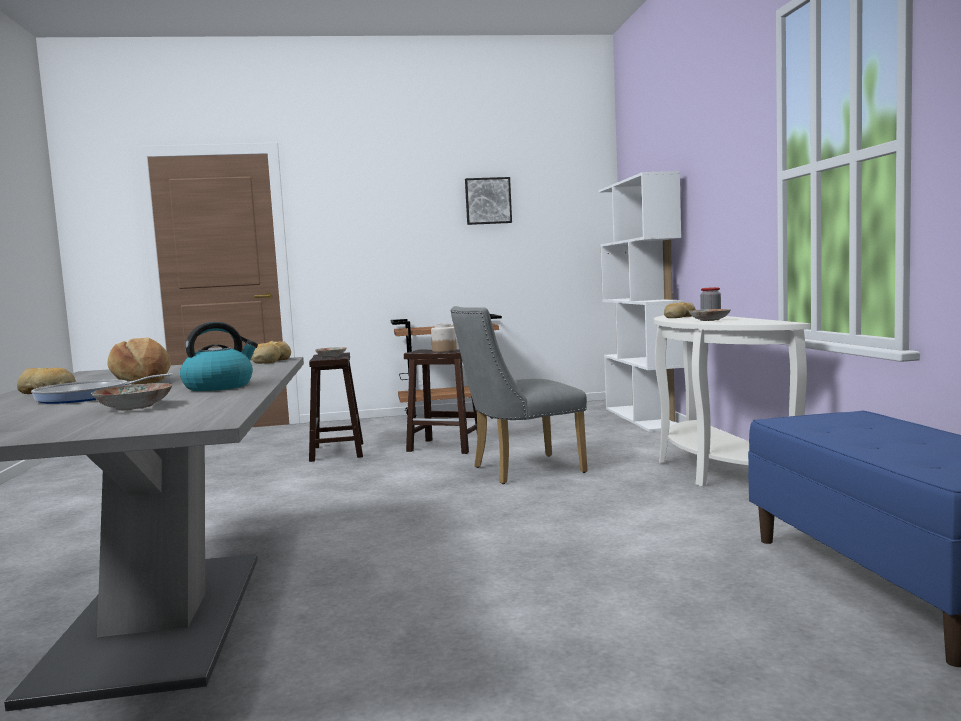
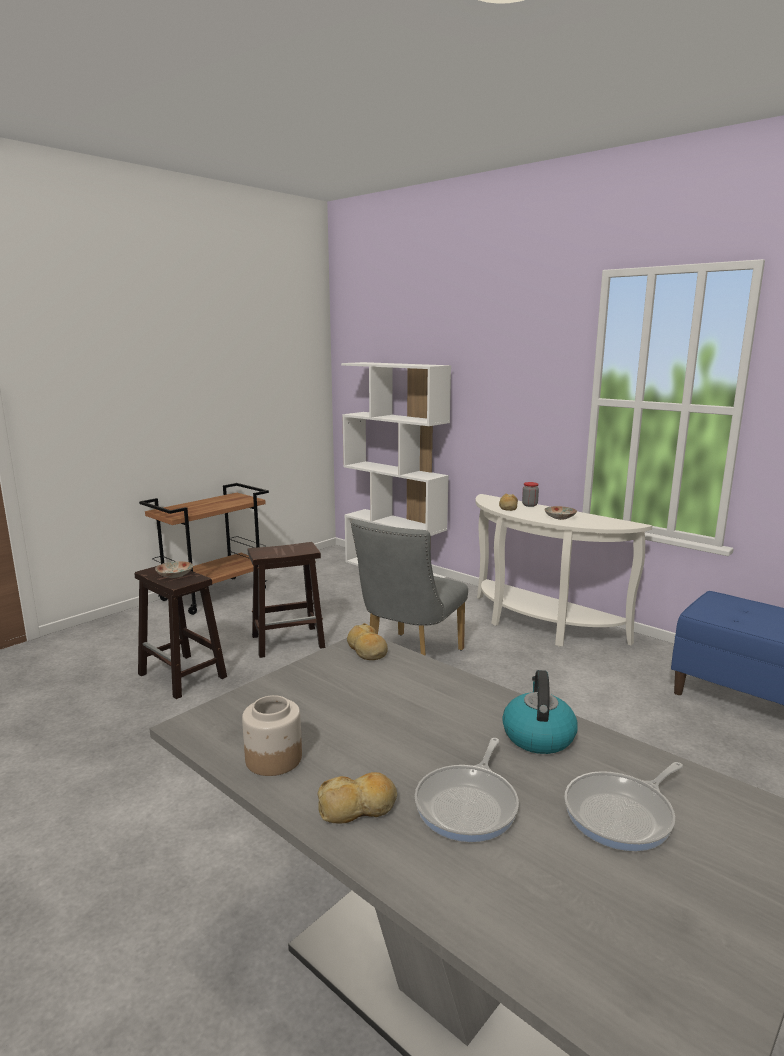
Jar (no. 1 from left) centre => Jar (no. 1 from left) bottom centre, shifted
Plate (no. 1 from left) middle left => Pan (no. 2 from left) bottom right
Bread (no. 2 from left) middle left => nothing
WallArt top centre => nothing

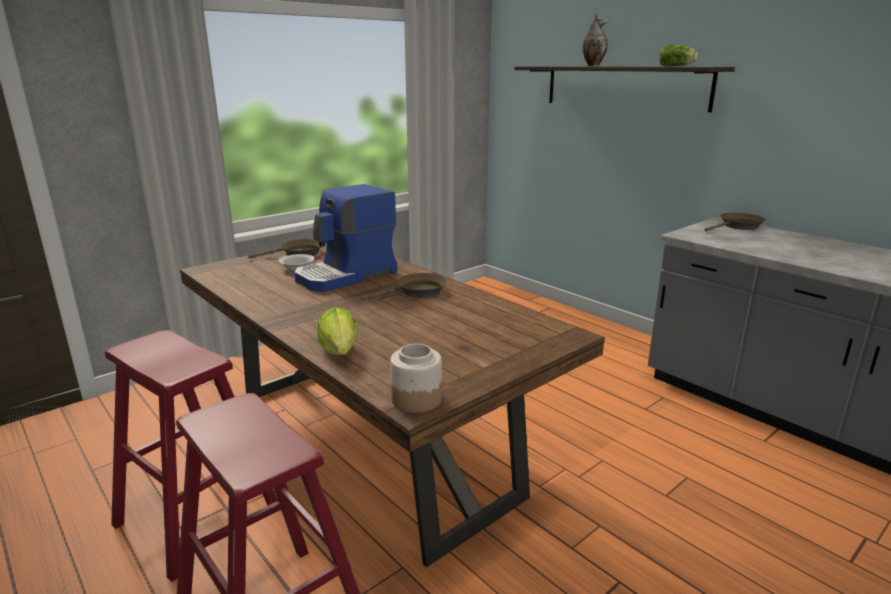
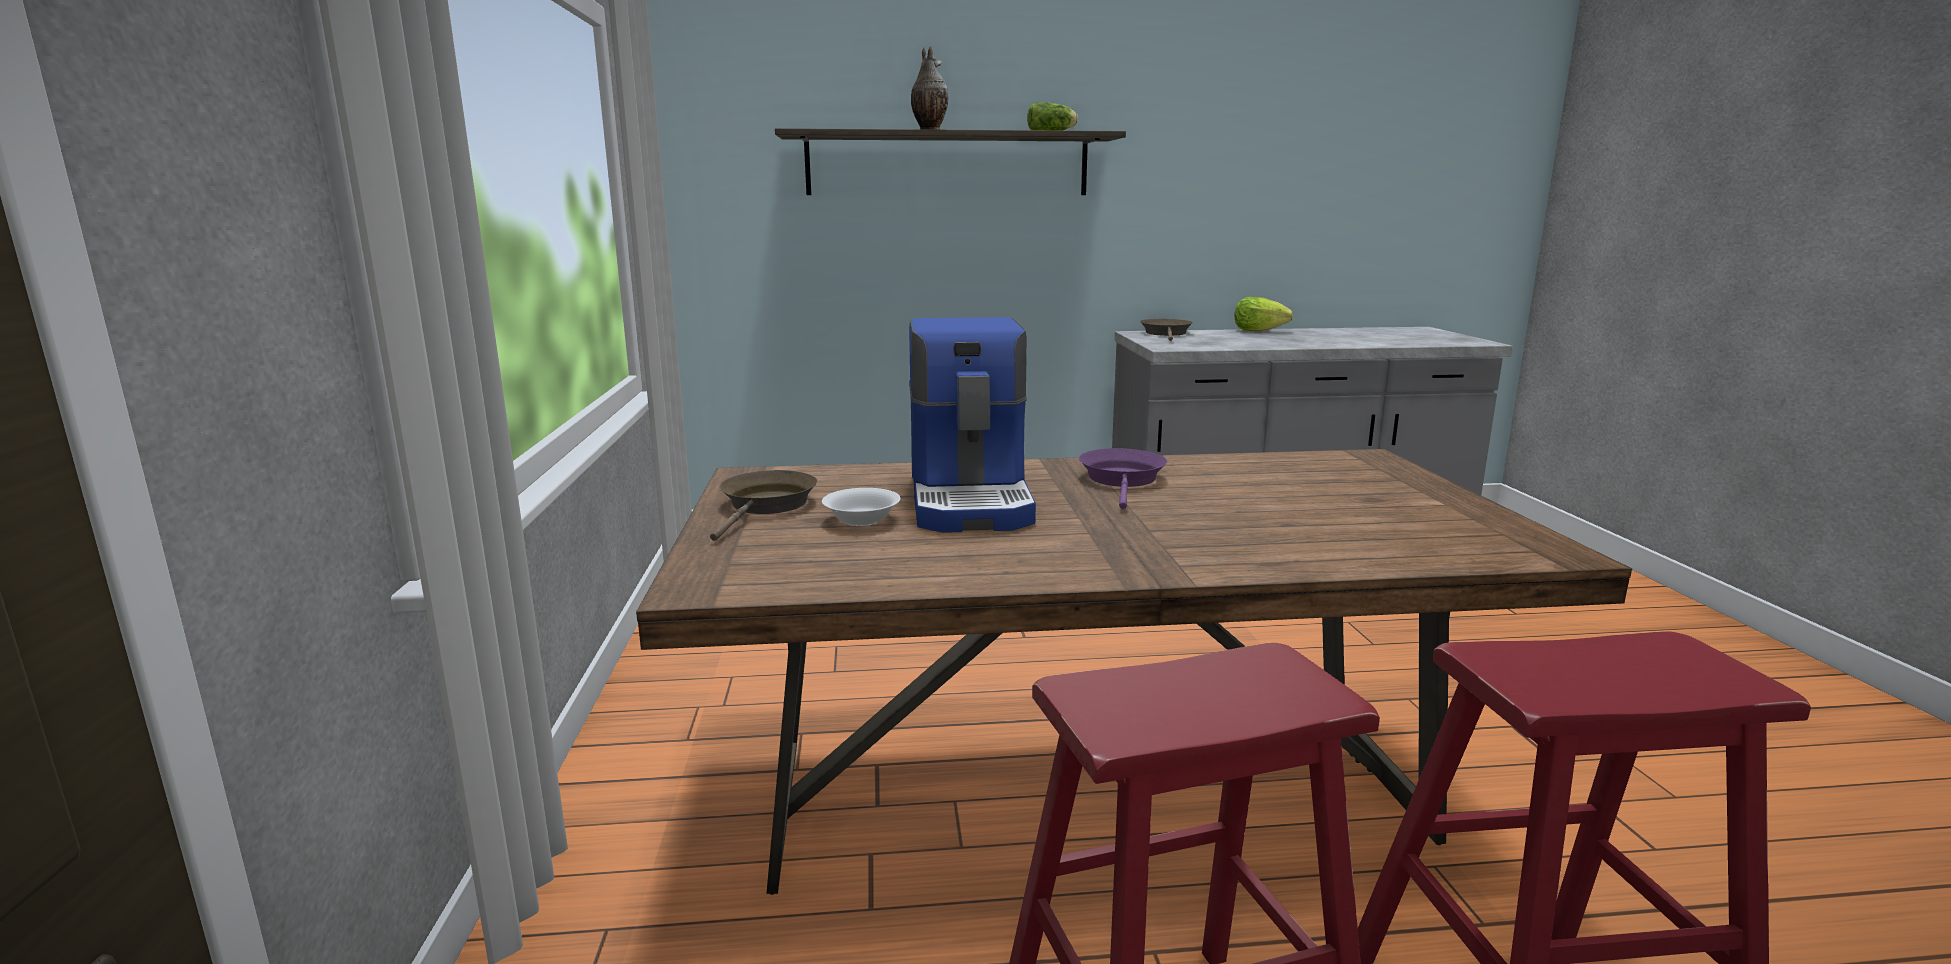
BrownishPan (no. 2 from left) centre => PurpleColouredPan centre
Lettuce (no. 1 from left in the first image) centre => Lettuce (no. 2 from left) top centre, shifted
Jar centre => nothing

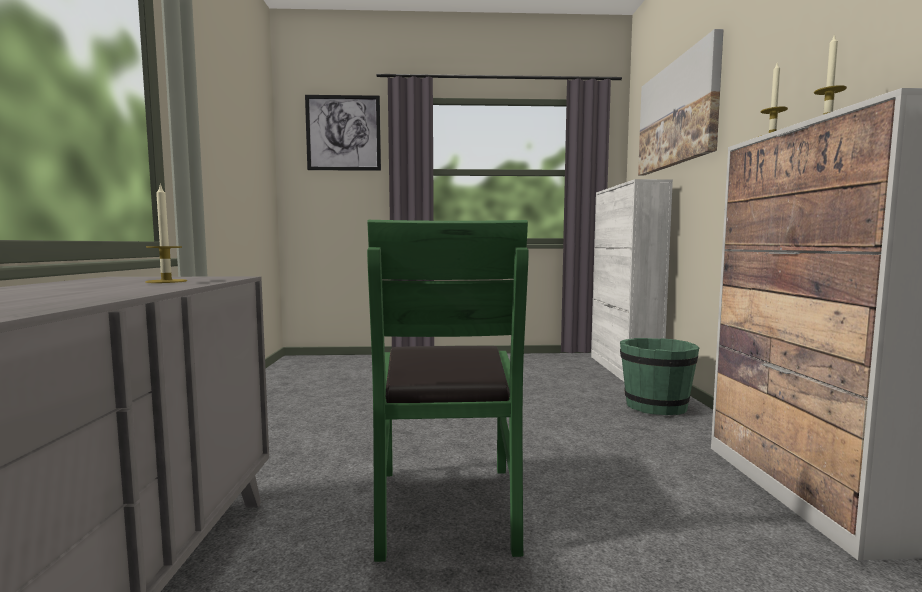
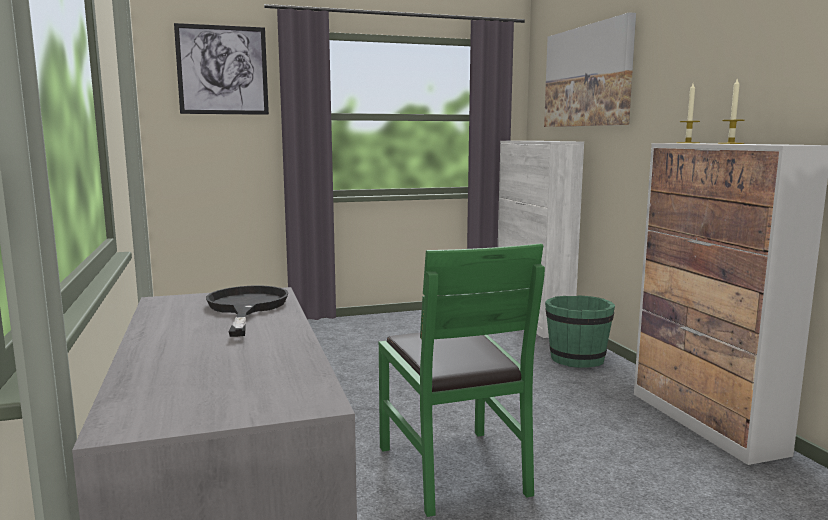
Candle (no. 1 from left) middle left => BlackishPan middle left

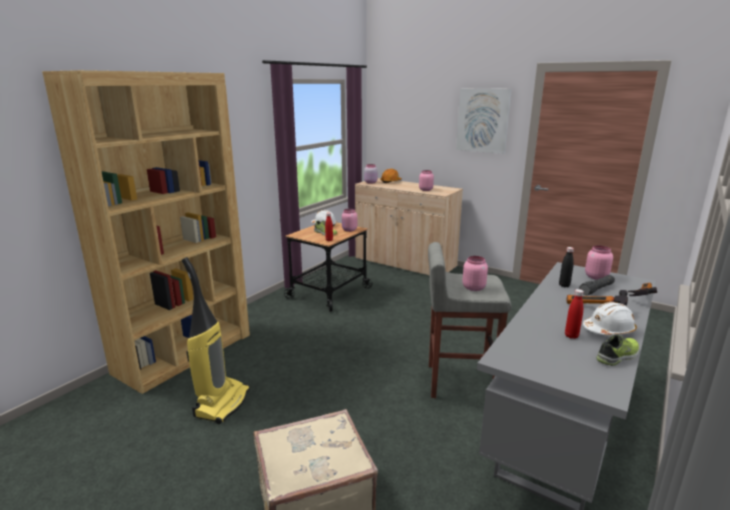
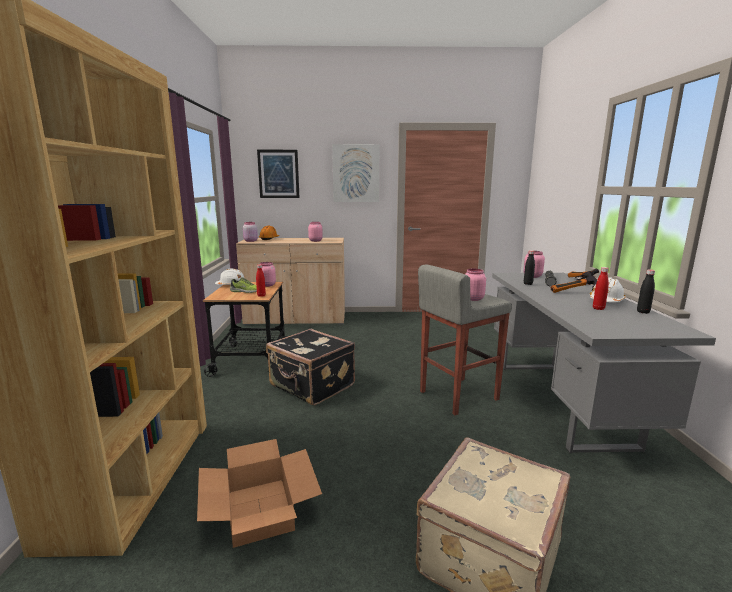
VacuumCleaner bottom left => Carton bottom centre
nothing => WallArt (no. 1 from left) top centre
nothing => BlackishSuitcase centre
Shoe (no. 2 from left) bottom right => BlackishBeverageBottle (no. 2 from left) middle right

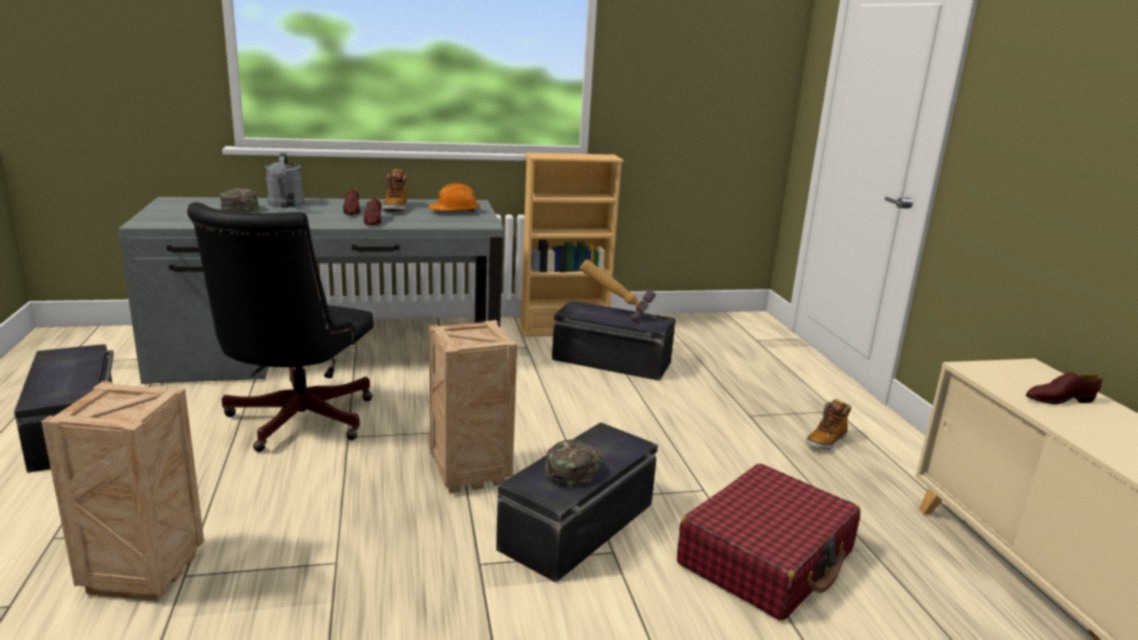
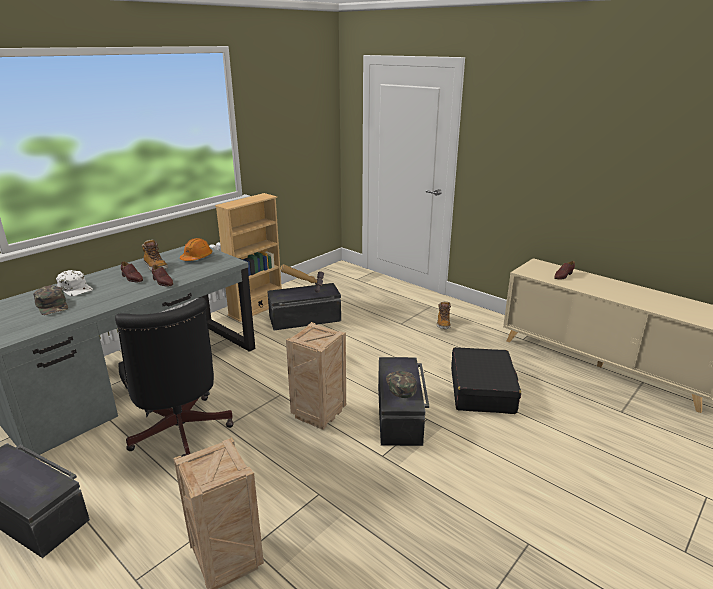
GrayWateringCan top left => WhiteColouredPeakedCap middle left
ReddishSuitcase bottom right => BlackishSuitcase middle right

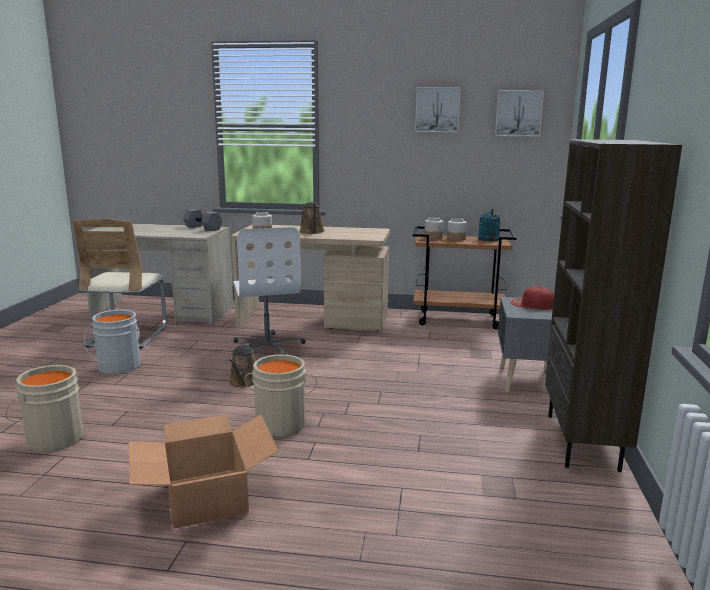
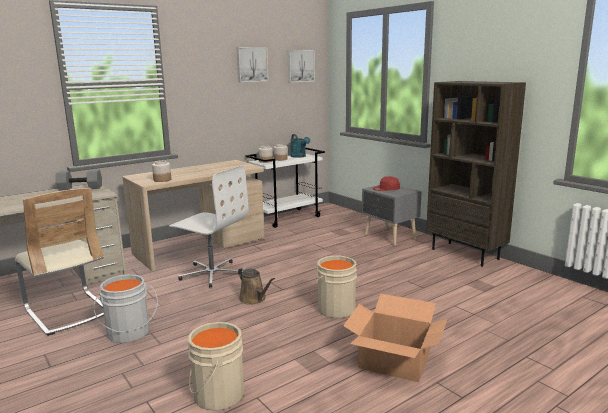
BrownishTrolley centre => WhiteColouredTrolley centre
BrownishWateringCan (no. 2 from left) centre => nothing

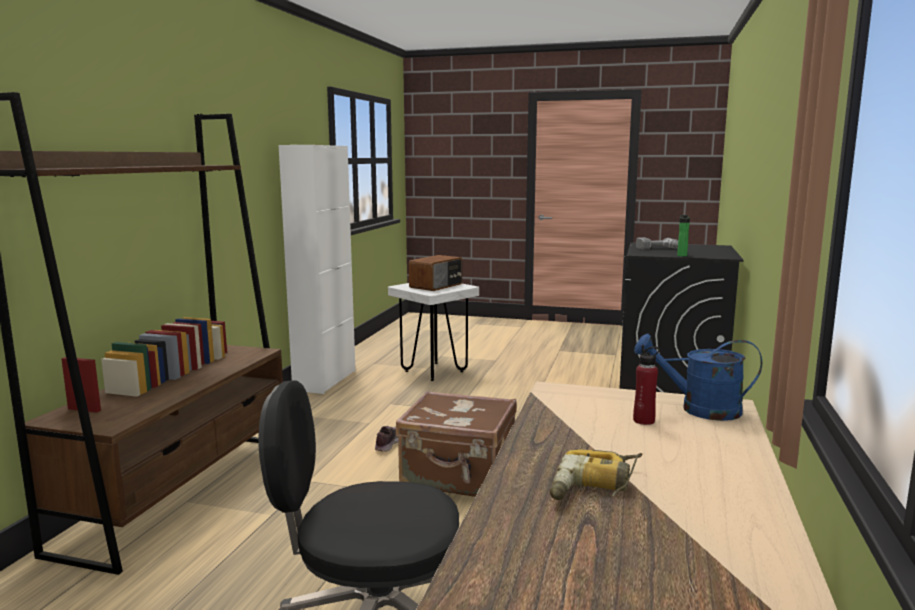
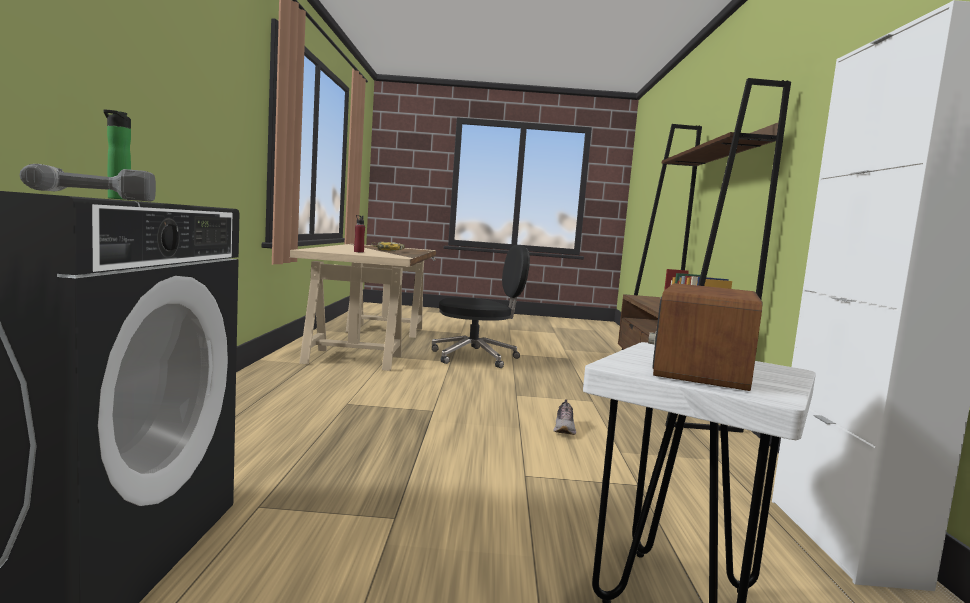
BrownishSuitcase bottom centre => nothing
BlueColouredWateringCan middle right => nothing

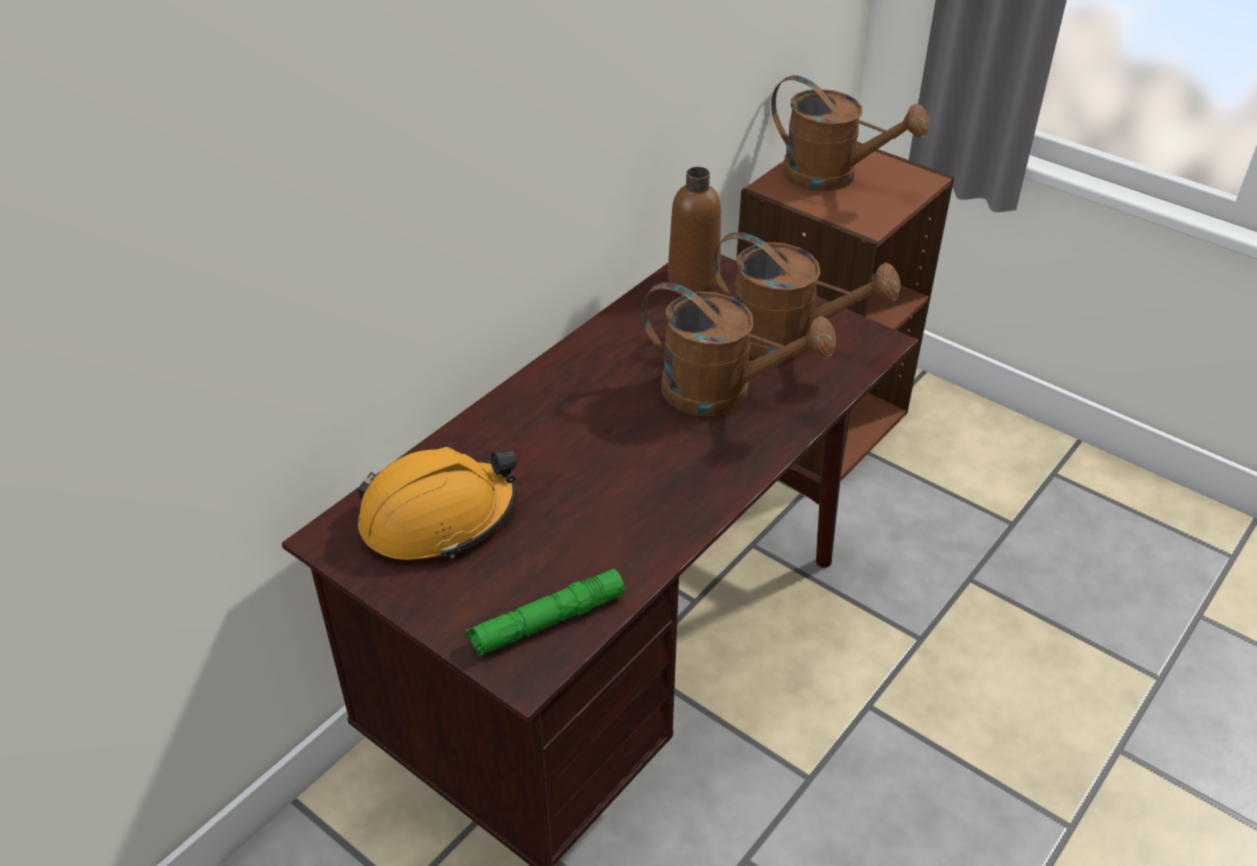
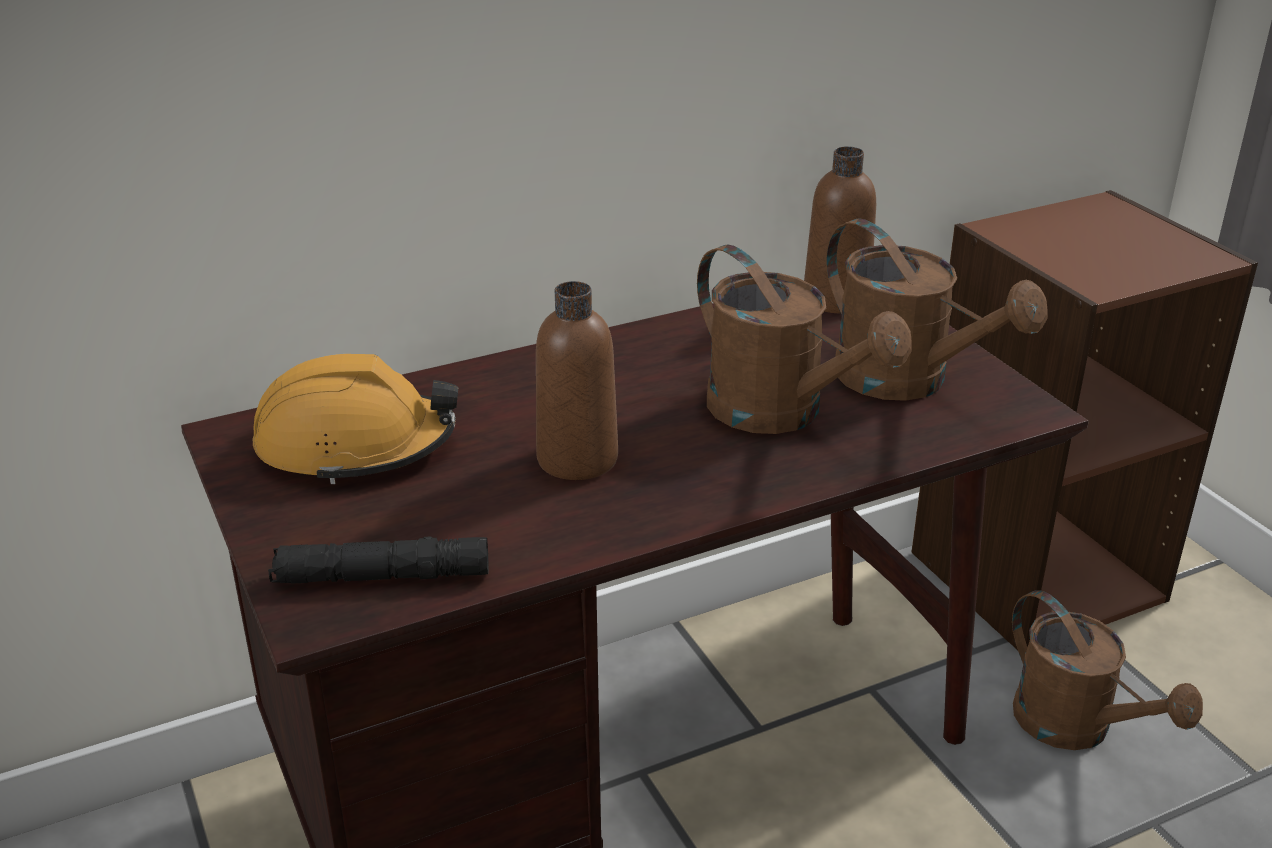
GreenColouredTorch bottom centre => BlackishTorch middle left
nothing => BrownishBeverageBottle (no. 1 from left) centre
BrownishWateringCan (no. 3 from left) top right => BrownishWateringCan (no. 3 from left) bottom right, shifted

